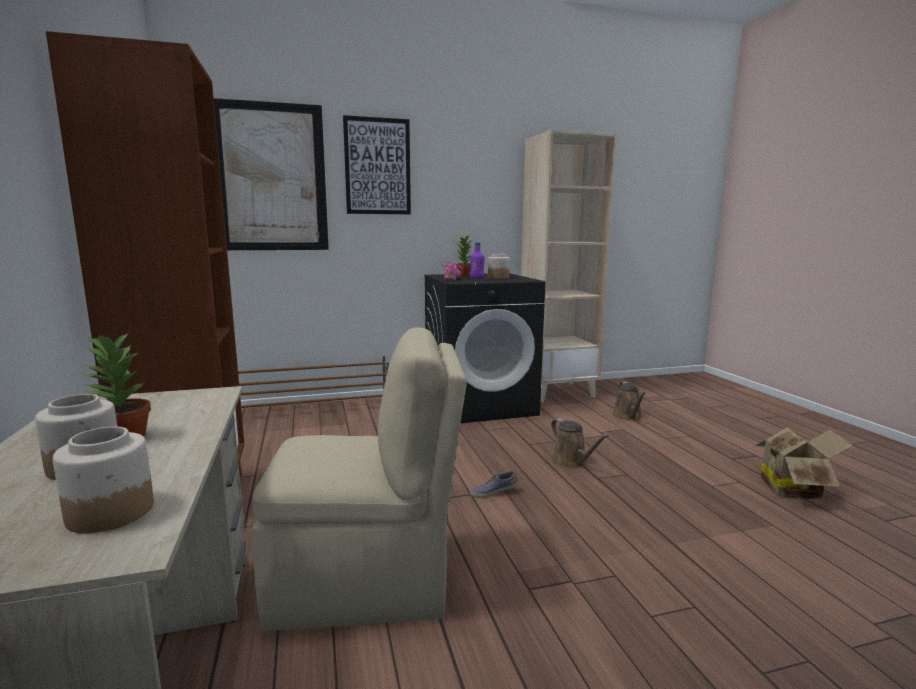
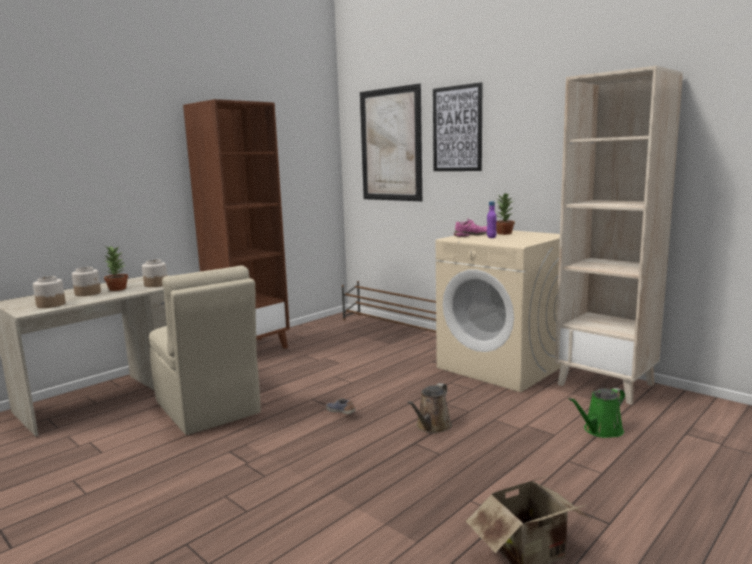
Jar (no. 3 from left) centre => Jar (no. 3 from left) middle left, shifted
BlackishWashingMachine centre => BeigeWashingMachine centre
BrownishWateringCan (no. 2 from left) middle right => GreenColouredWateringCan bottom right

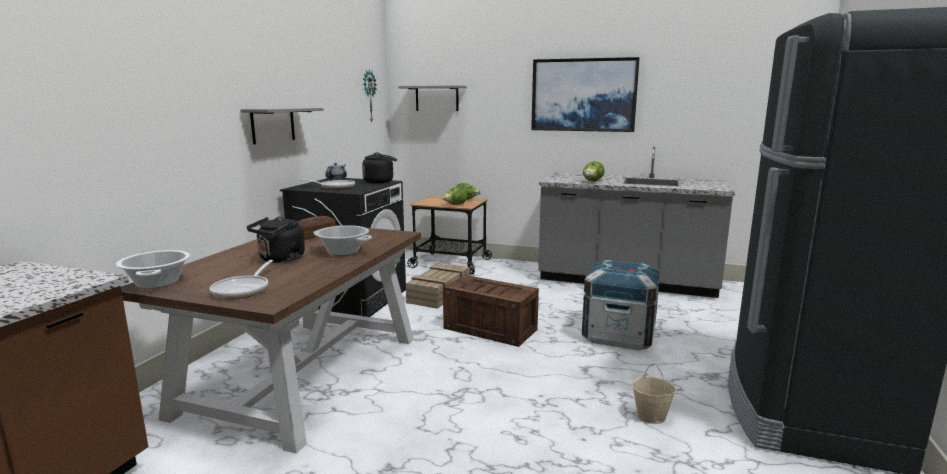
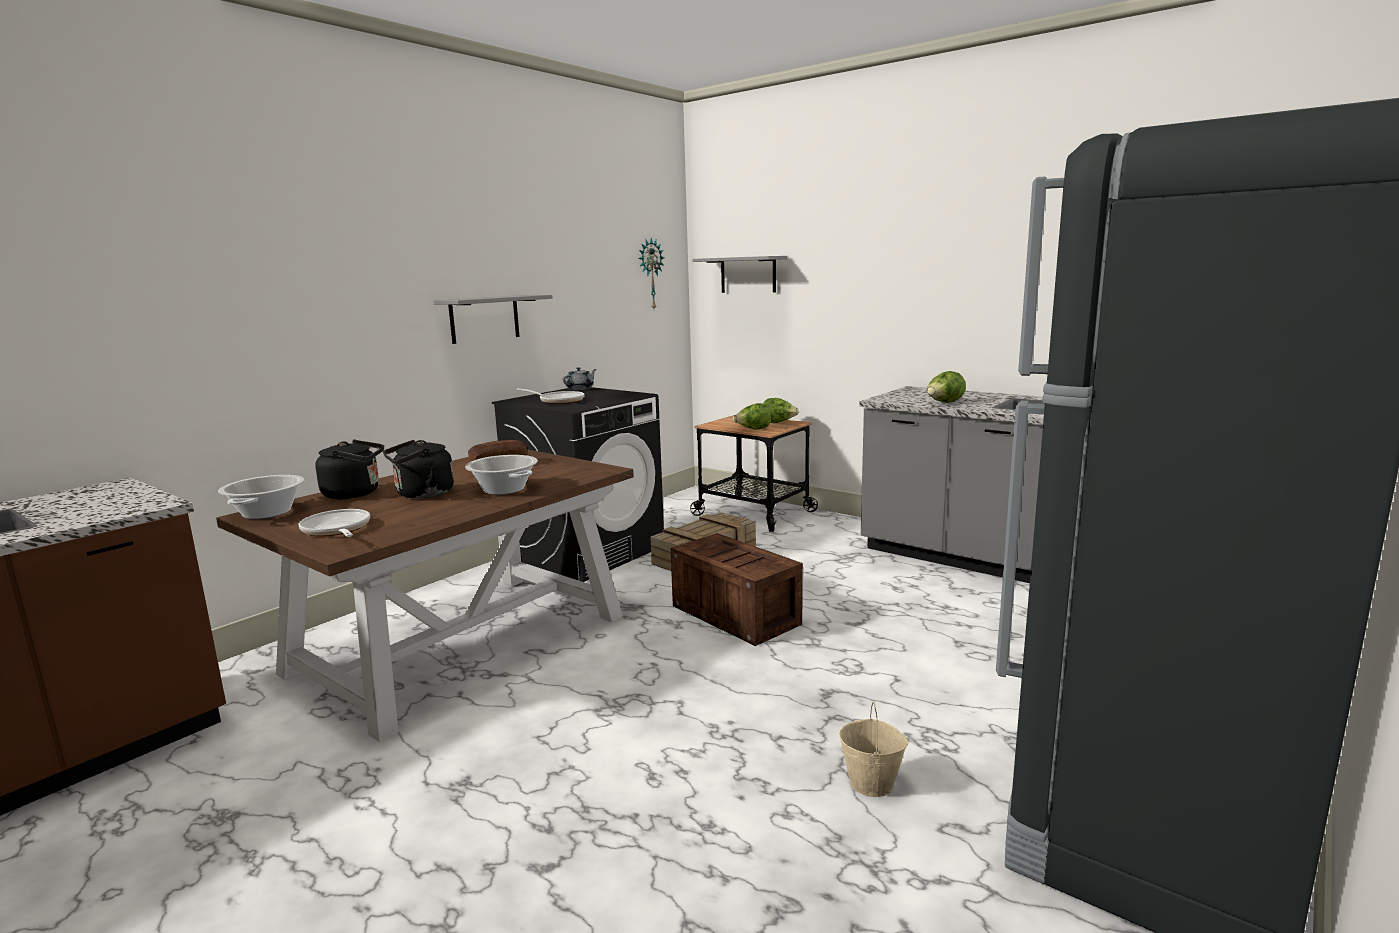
Pan (no. 1 from left) middle left, 120 degrees clockwise
BlackishKettle (no. 2 from left in the first image) centre => BlackishKettle (no. 1 from left) middle left, shifted
WallArt top centre => nothing
Crate (no. 3 from left) centre => nothing

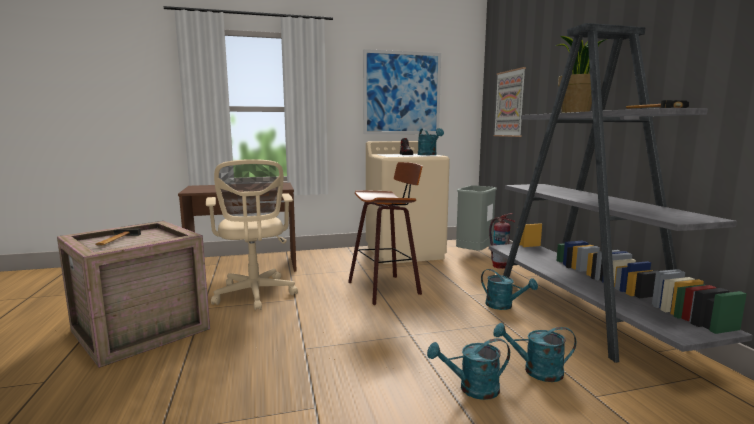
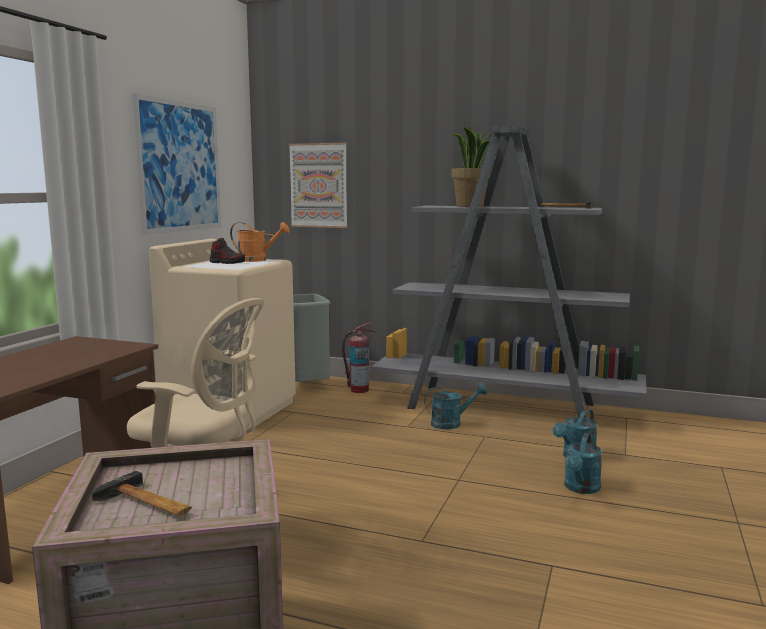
TurquoiseWateringCan (no. 1 from left) top centre => OrangeColouredWateringCan centre
StoolSeat centre => nothing

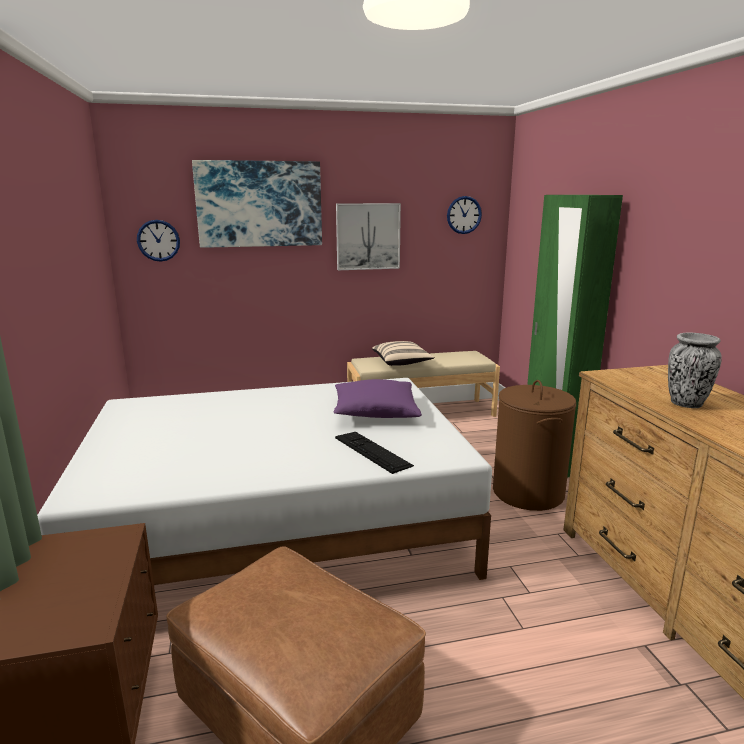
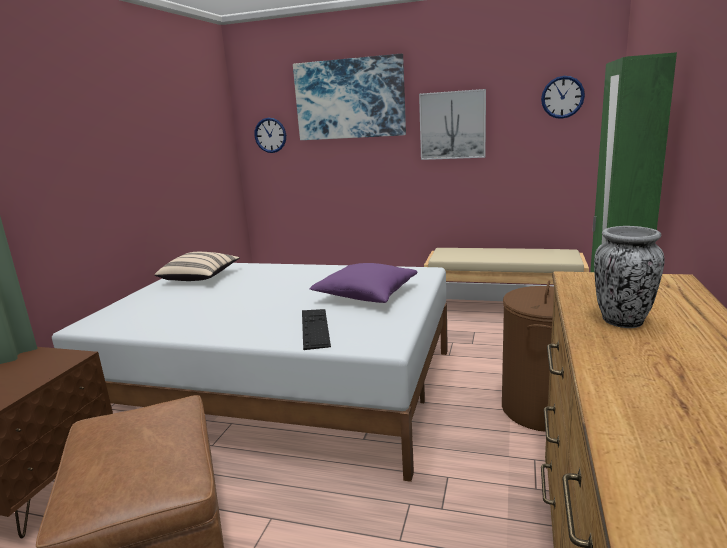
BeigeThrowPillow centre => BeigeThrowPillow middle left, shifted

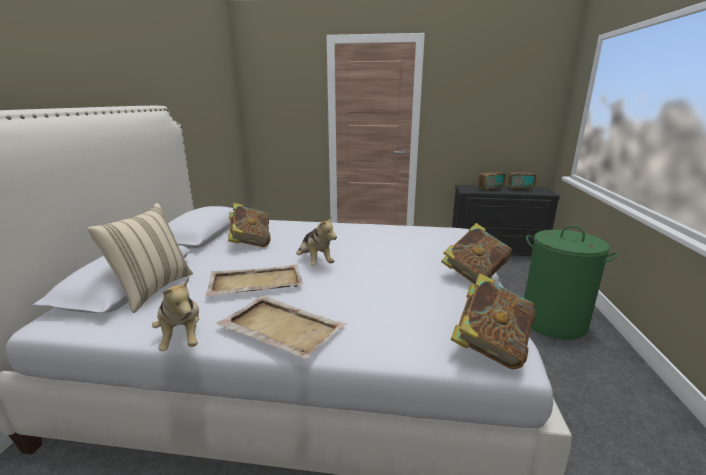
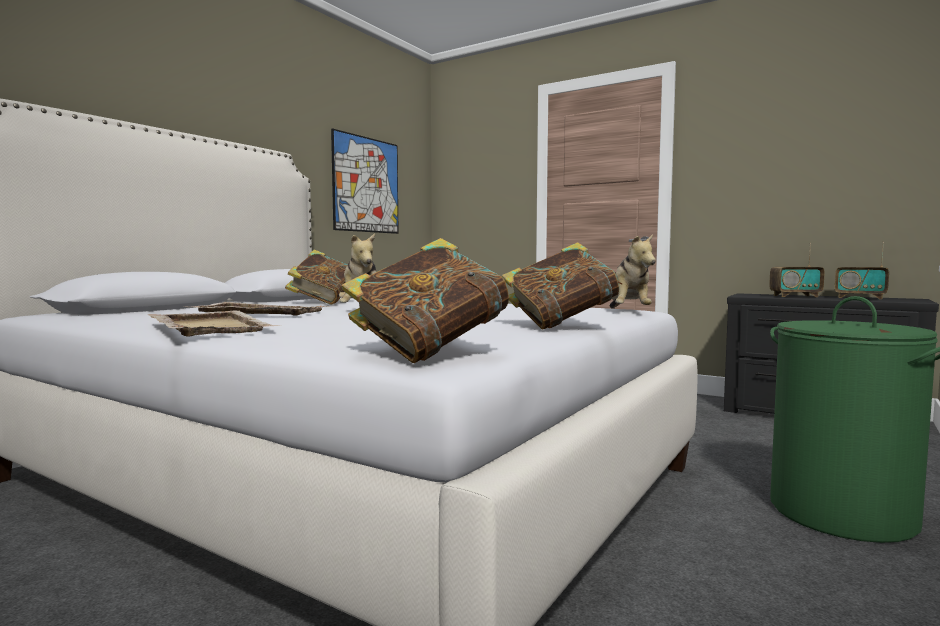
nothing => WallArt top centre
PlushToy (no. 1 from left in the first image) middle left => PlushToy (no. 2 from left) middle right, shifted
BeigeThrowPillow middle left => nothing

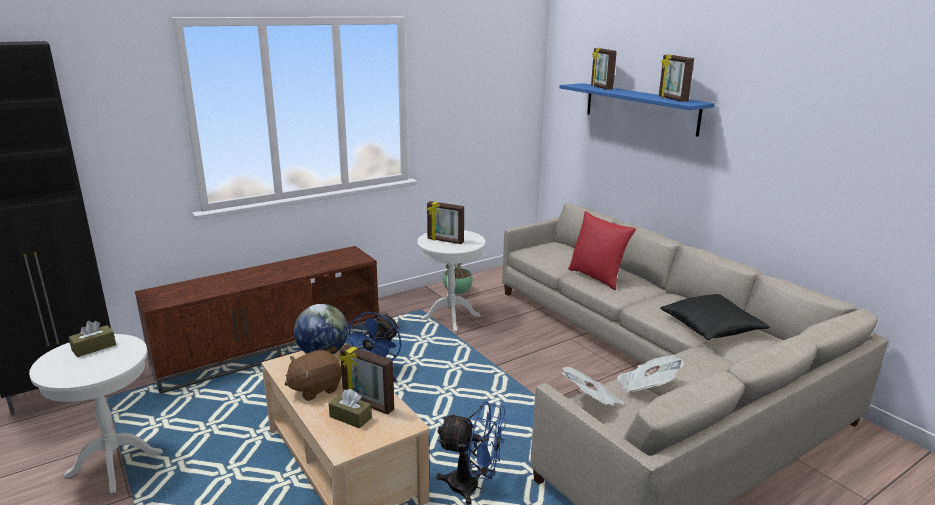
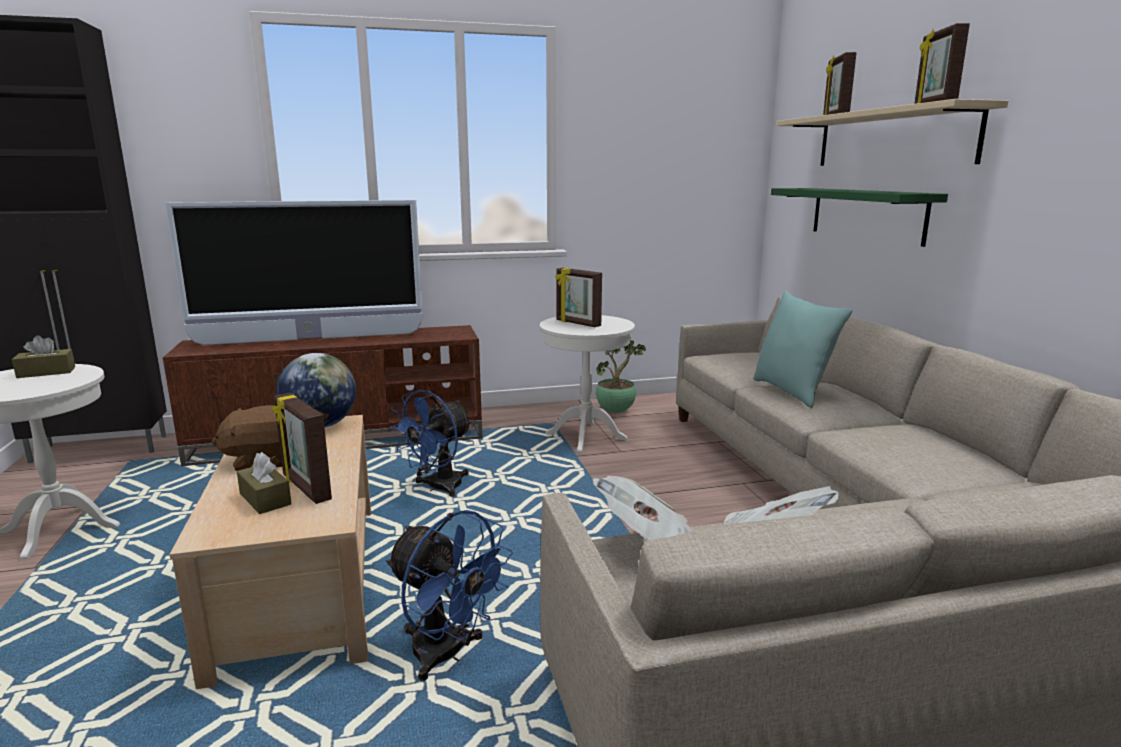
nothing => Tv middle left
ReddishThrowPillow centre => TurquoiseThrowPillow middle right
nothing => GreenColouredWallShelf top right
BlueColouredWallShelf top right => BeigeWallShelf top right
BlackishThrowPillow middle right => nothing

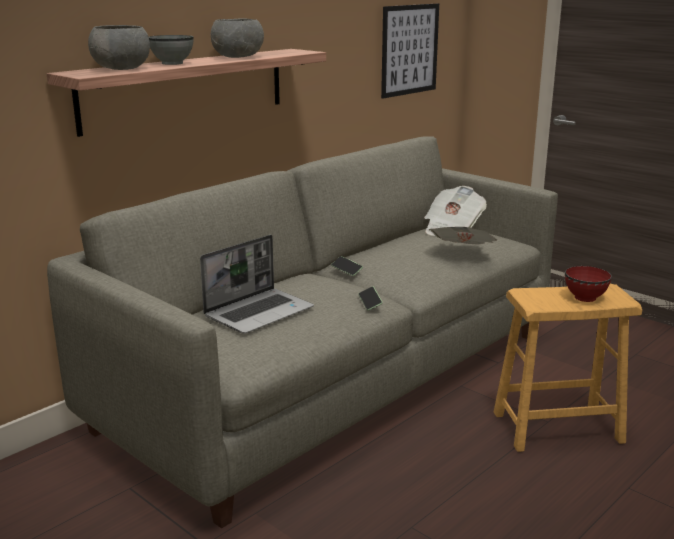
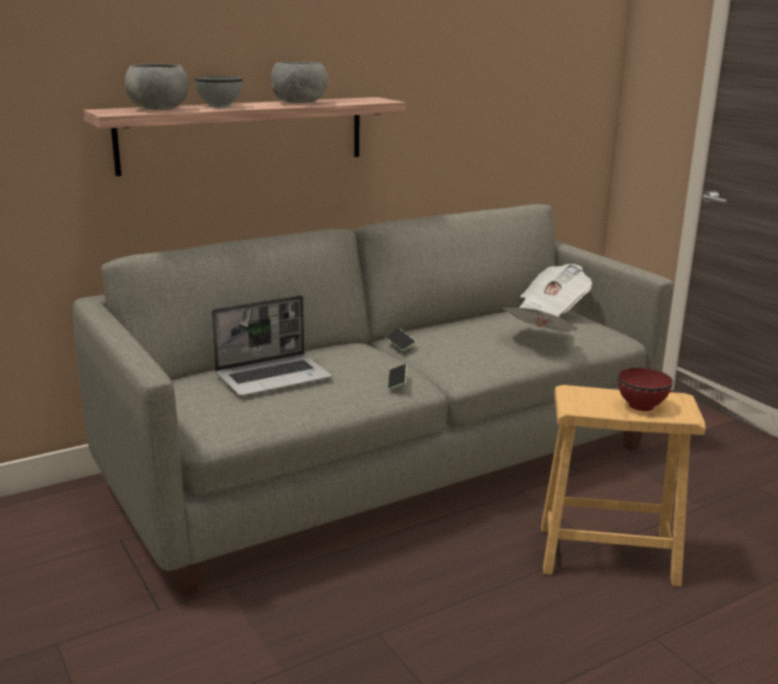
WallArt top centre => nothing

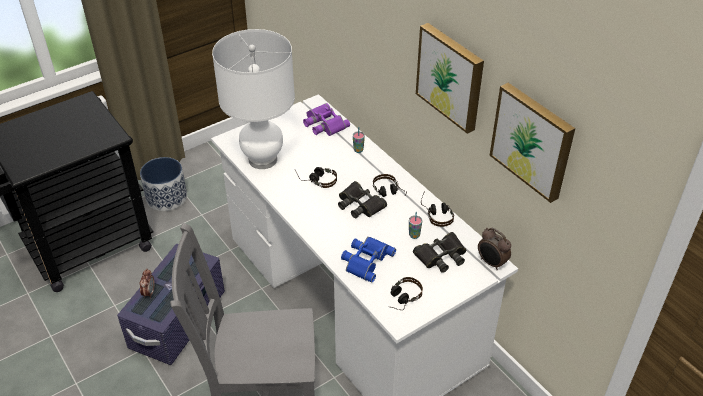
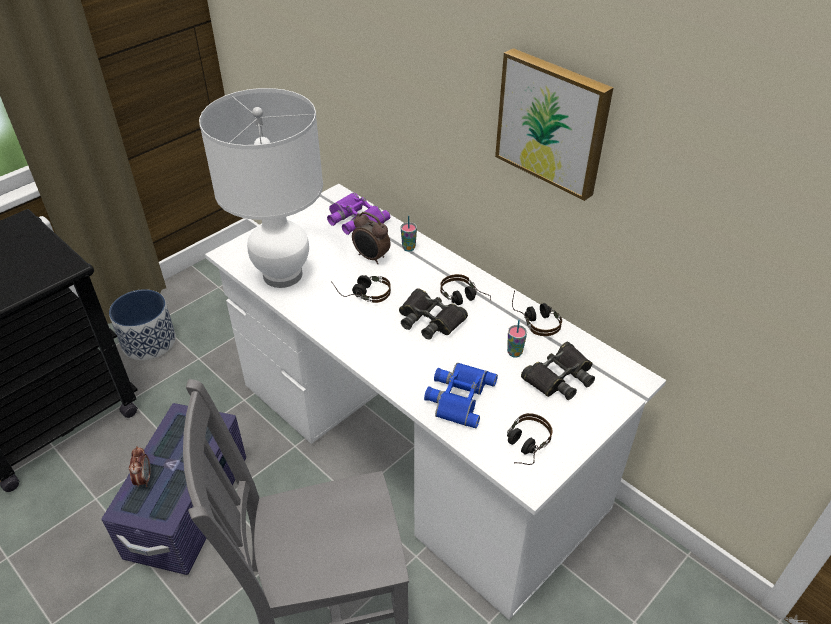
TableClock (no. 2 from left) middle right => TableClock (no. 2 from left) centre, shifted
WallArt (no. 2 from left) middle right => nothing

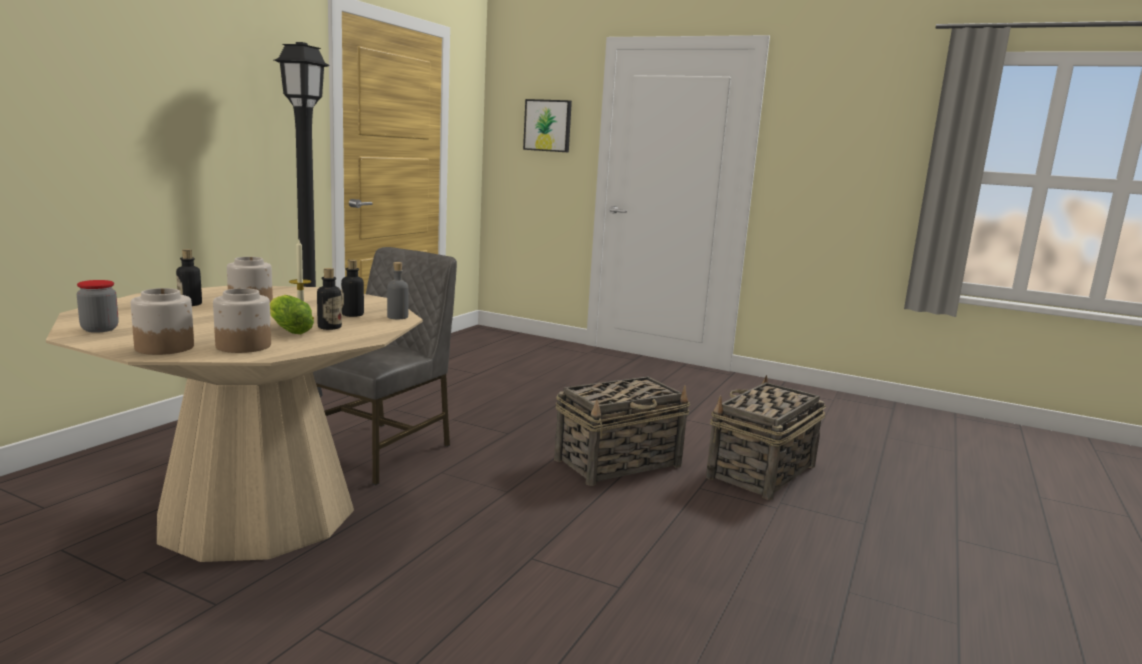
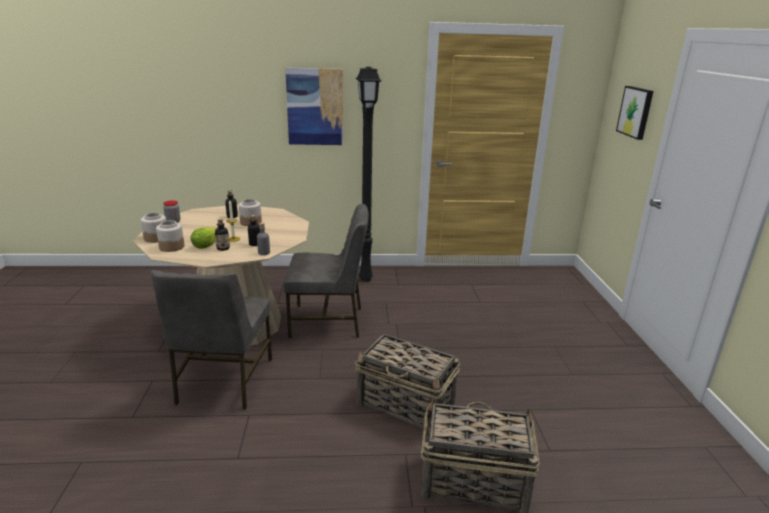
nothing => GrayChair (no. 1 from left) middle left
nothing => WallArt (no. 1 from left) top centre

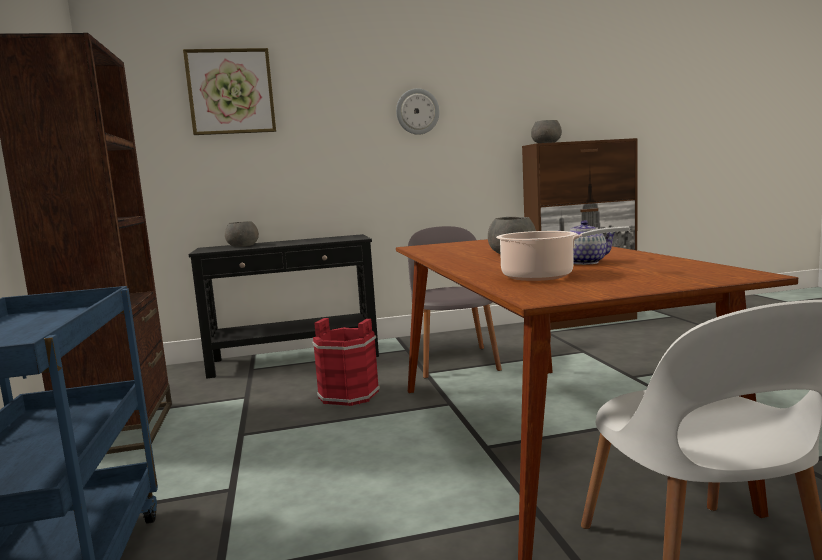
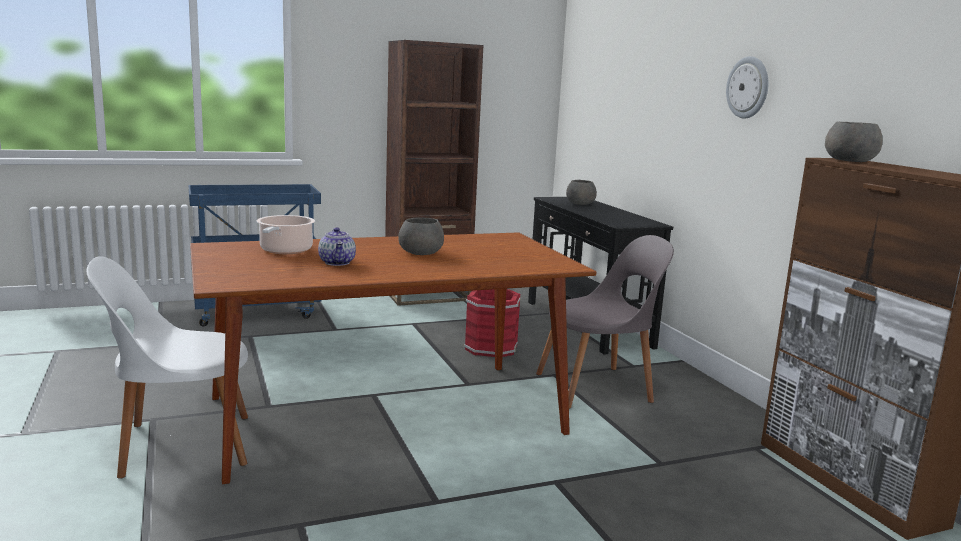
WallArt top left => nothing

